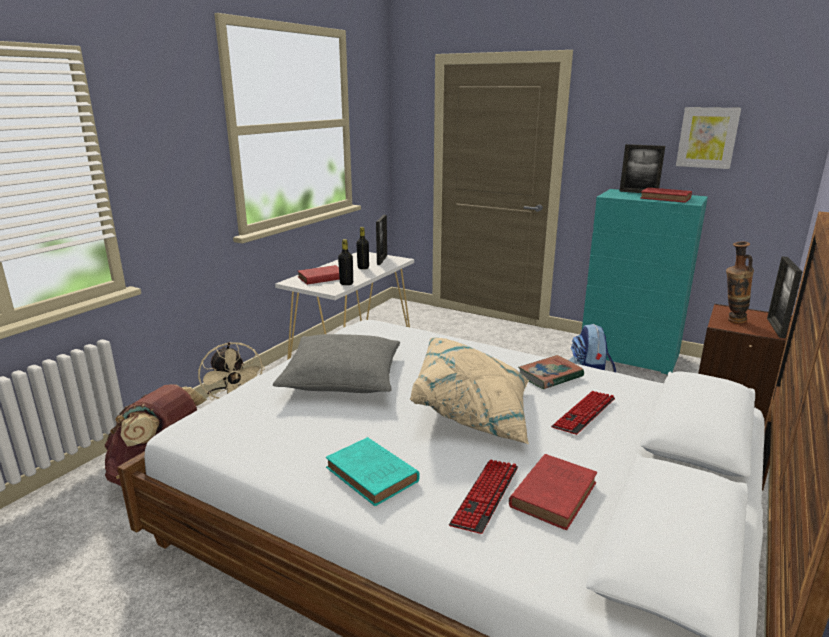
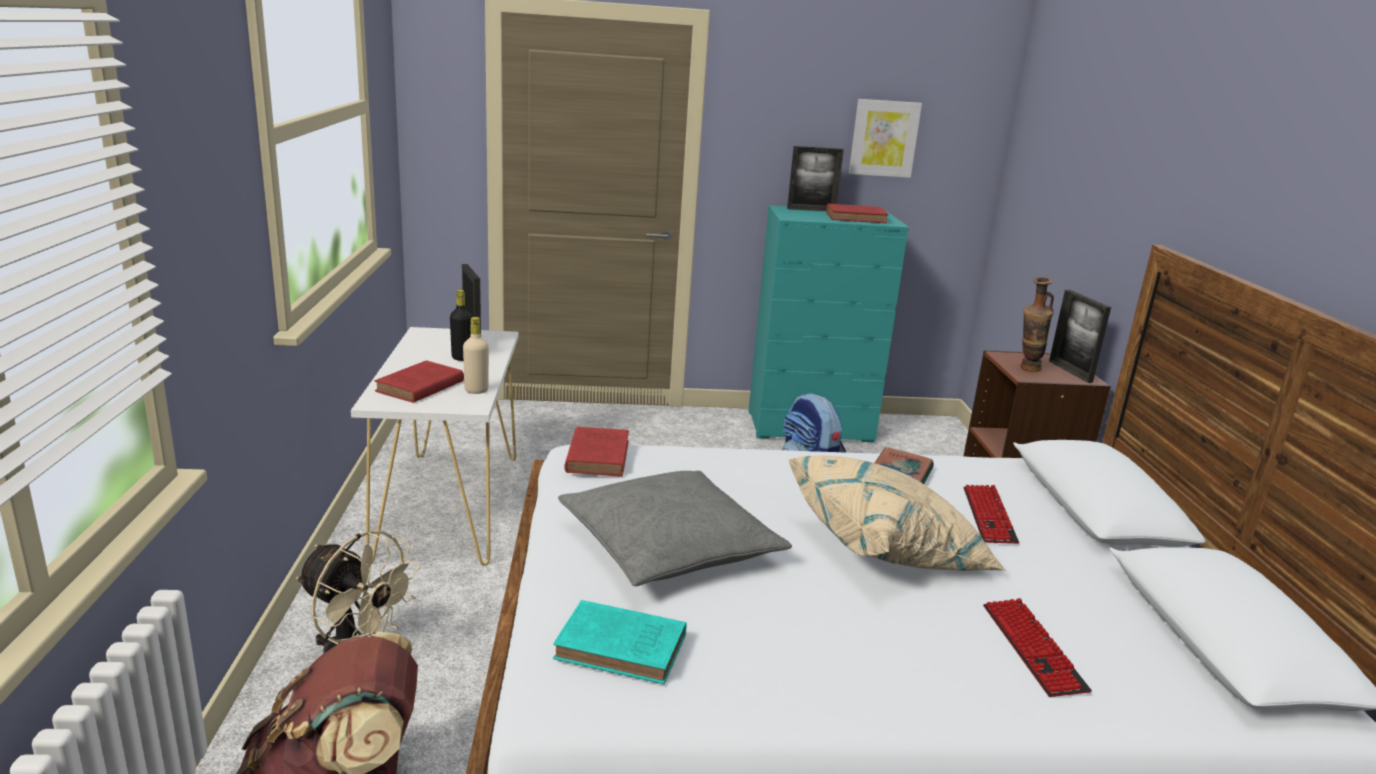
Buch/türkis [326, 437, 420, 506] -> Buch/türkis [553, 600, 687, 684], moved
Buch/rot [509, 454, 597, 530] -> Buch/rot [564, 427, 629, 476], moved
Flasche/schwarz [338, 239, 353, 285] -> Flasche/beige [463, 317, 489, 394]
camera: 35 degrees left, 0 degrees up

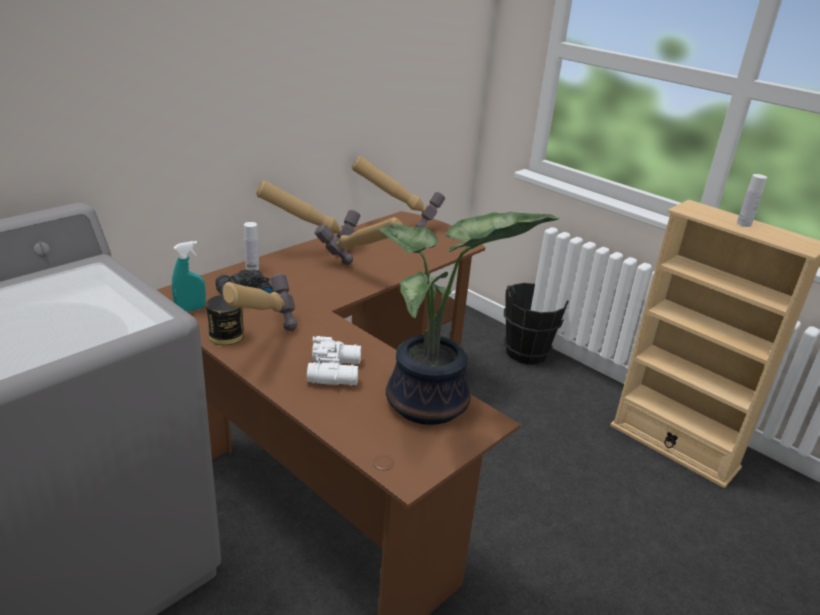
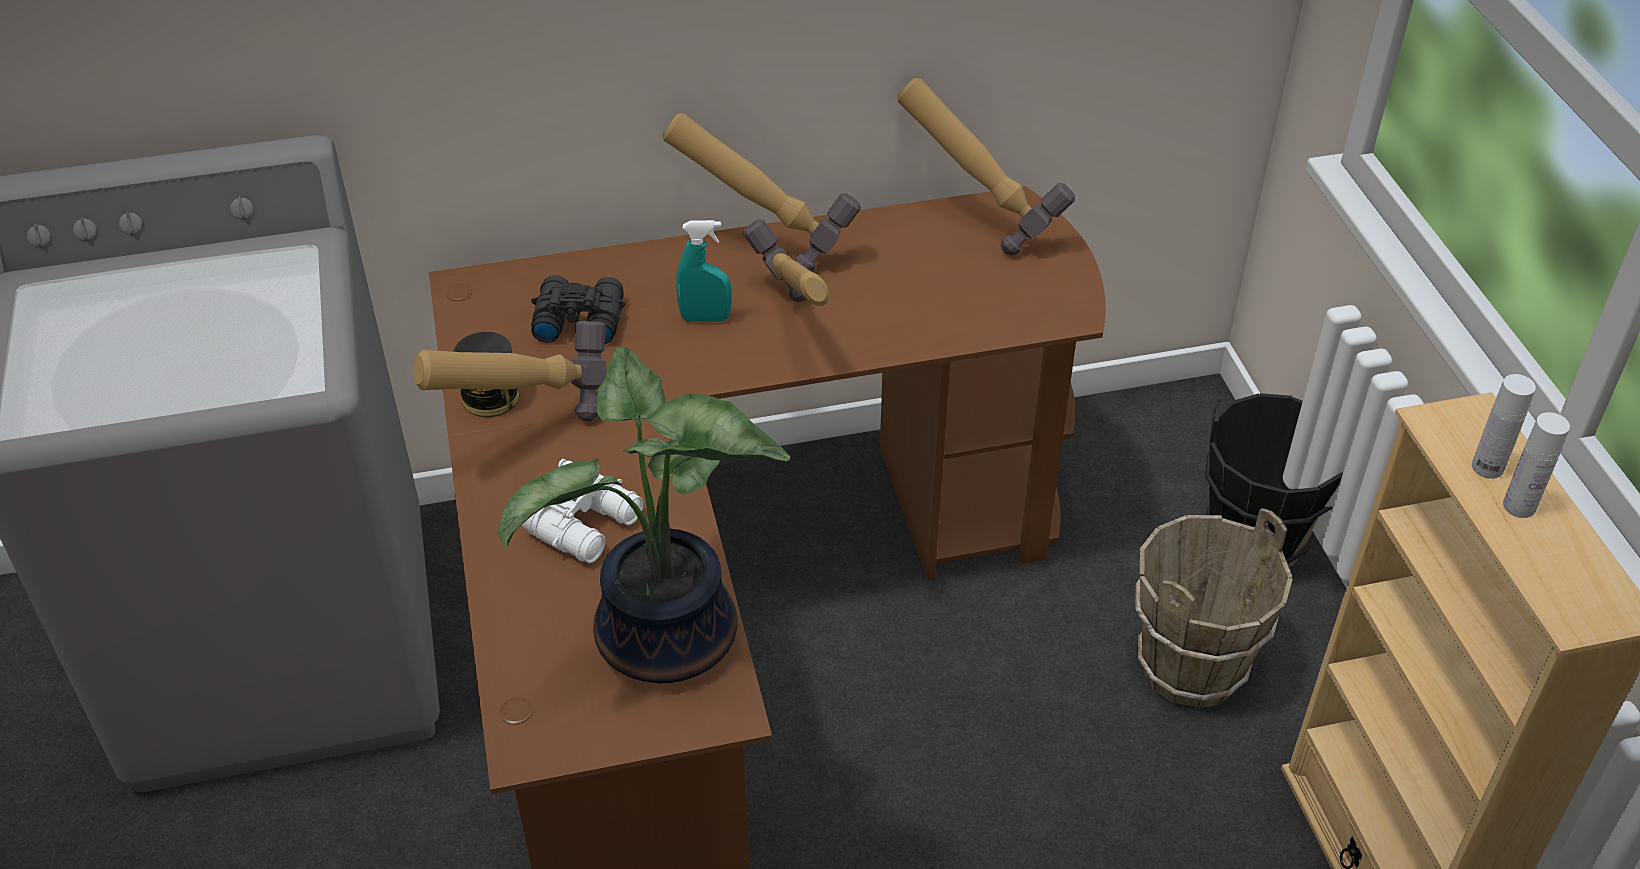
none -> Eimer/braun [1135, 508, 1293, 709]
Sprühflasche/türkis [172, 241, 206, 312] -> Sprühflasche/türkis [676, 220, 731, 322], moved
Flasche/weiß [244, 222, 259, 270] -> Flasche/weiß [1472, 374, 1536, 479], moved
camera: 35 degrees right, 15 degrees up

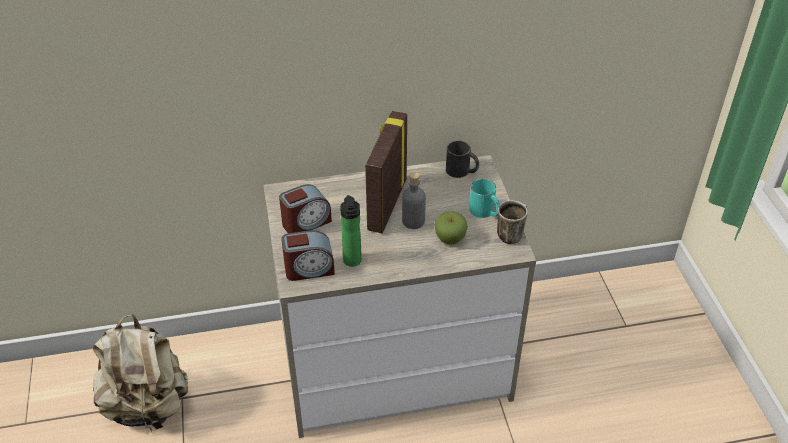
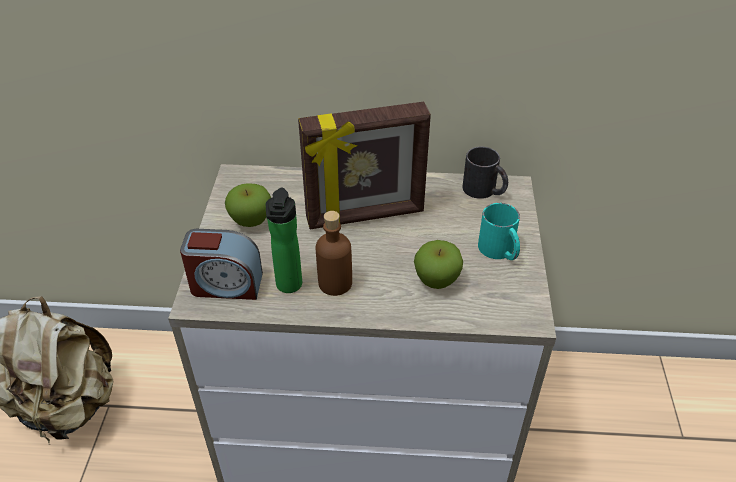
Flasche/grau [402, 172, 426, 229] -> none
Henkelbecher [497, 200, 528, 244] -> none
none -> Flasche/braun [315, 211, 352, 296]
Wecker [279, 184, 332, 233] -> Apfel [225, 183, 271, 227]
Bilderrahmen [365, 111, 407, 233] -> Bilderrahmen [298, 102, 431, 229], 135 degrees counterclockwise
camera: 15 degrees right, 0 degrees up

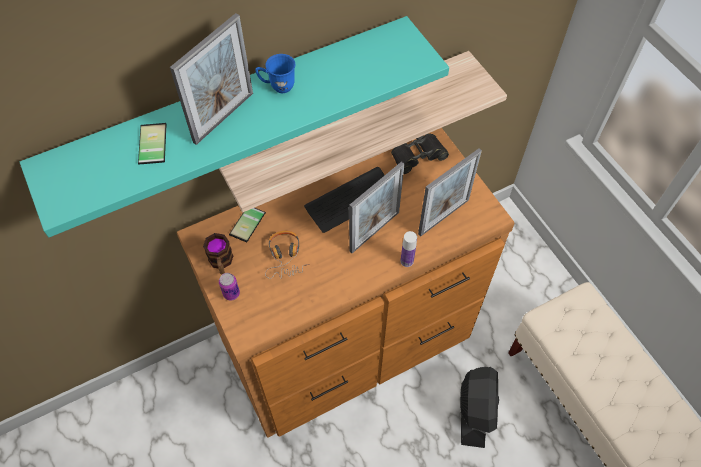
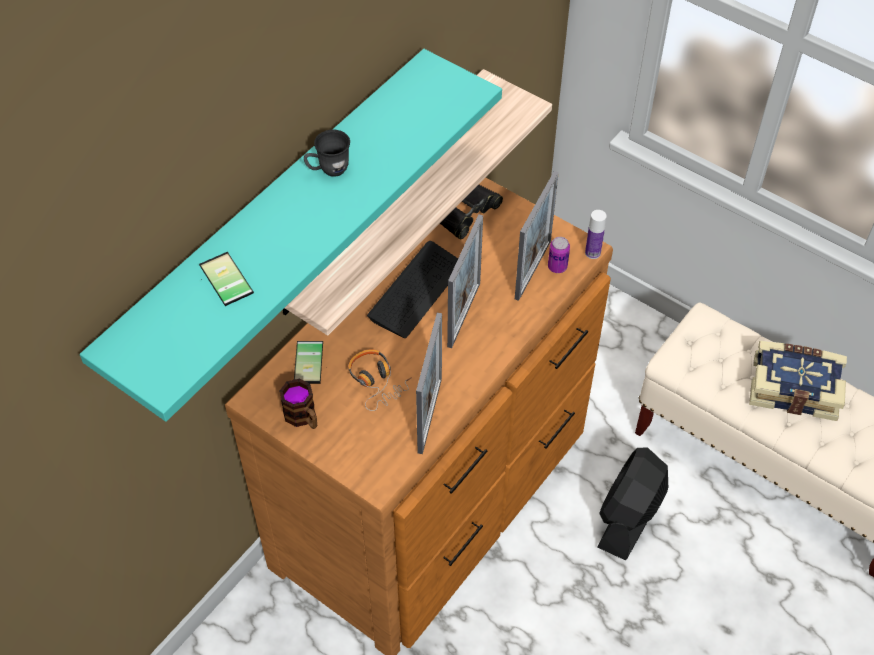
none -> Buch [749, 341, 847, 421]
Bilderrahmen [170, 13, 253, 145] -> Bilderrahmen [416, 313, 442, 454], moved
Dose [219, 273, 240, 301] -> Dose [548, 237, 570, 273], moved
Flasche [400, 231, 417, 267] -> Flasche [585, 210, 607, 259], moved
Henkelbecher/blau [255, 54, 296, 93] -> Henkelbecher/grau [304, 130, 350, 177]
Ventilator/schwarz [460, 367, 499, 448] -> Ventilator/schwarz [597, 447, 668, 561], 135 degrees counterclockwise
camera: 25 degrees left, 5 degrees down

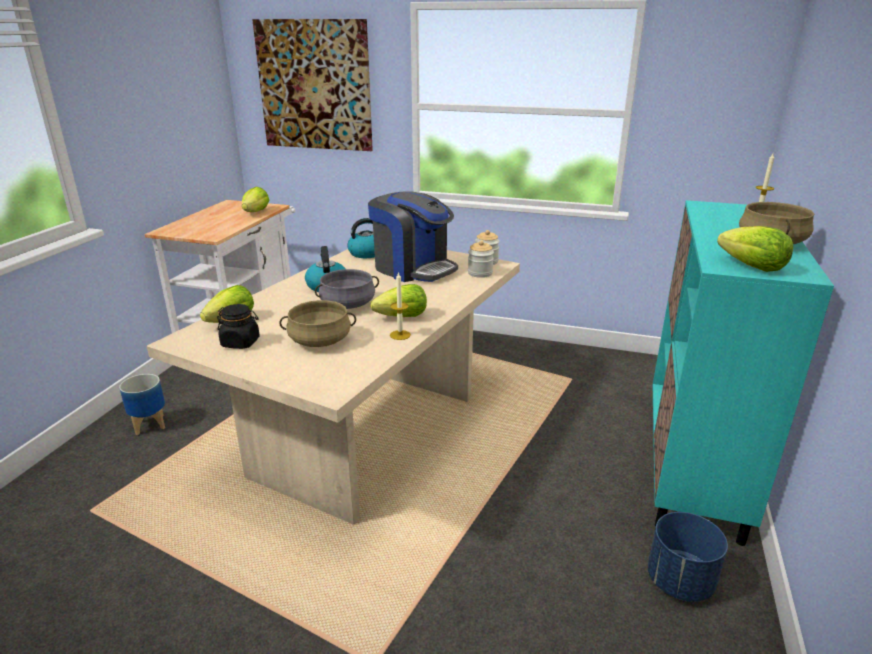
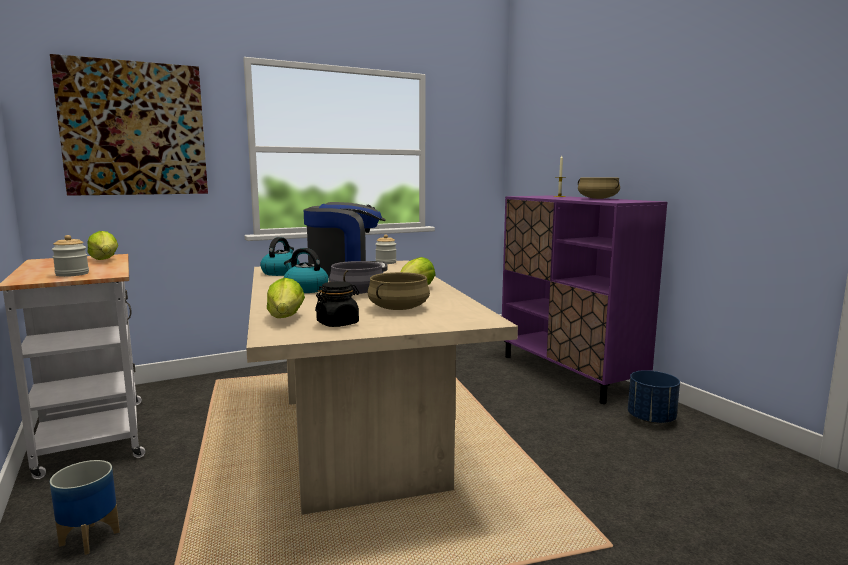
Kerze [390, 272, 411, 340] -> none
Salatkopf [717, 226, 793, 272] -> none
Vorratsglas [468, 240, 494, 278] -> Vorratsglas [52, 235, 89, 277], moved
Schrank/türkis [653, 200, 834, 546] -> Schrank/lila [502, 195, 667, 404]
camera: 45 degrees left, 15 degrees down

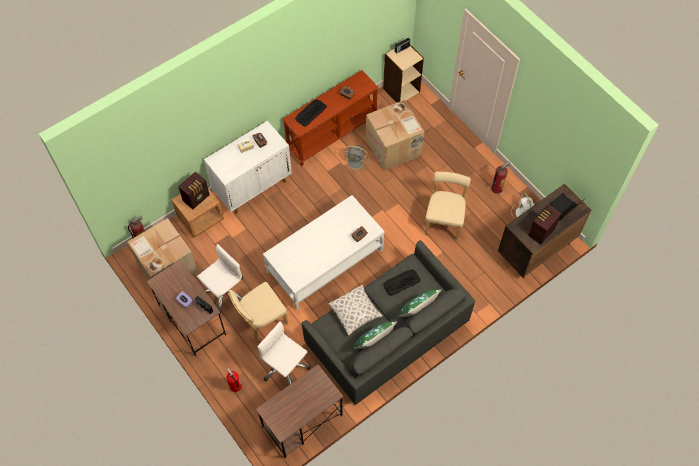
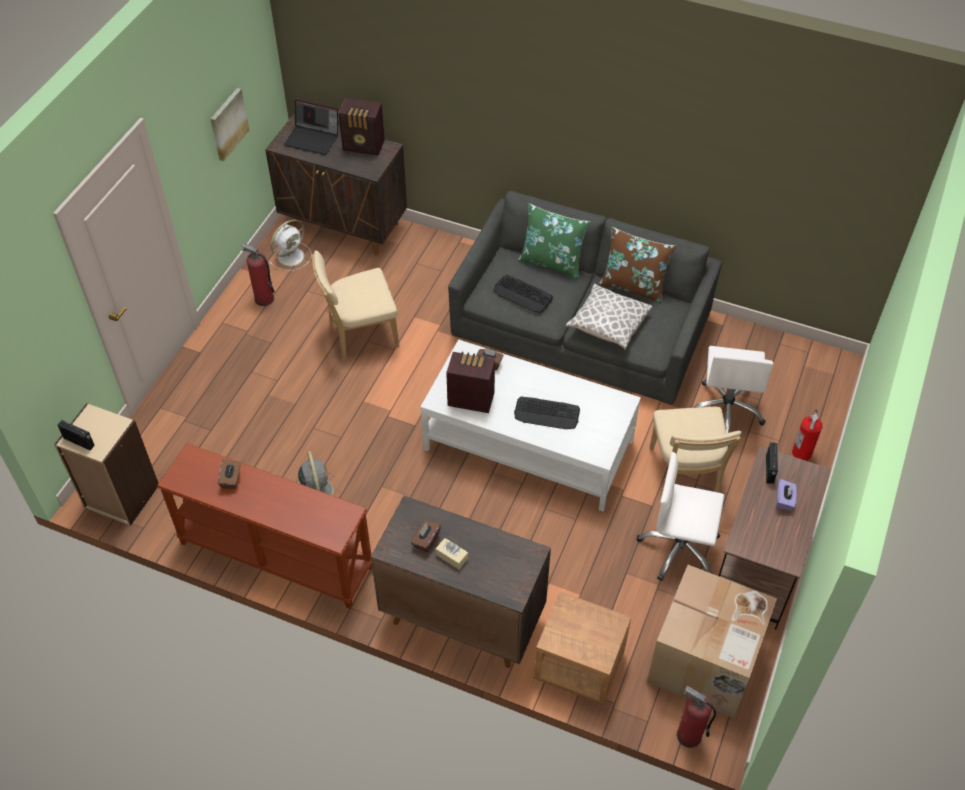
Schreibtisch/braun [256, 364, 344, 458] -> none
Karton [366, 100, 424, 171] -> none
none -> Bild [211, 88, 249, 161]
Radio [178, 171, 210, 209] -> Radio [446, 352, 495, 413], moved
Tastatur [295, 99, 327, 127] -> Tastatur [514, 397, 580, 429], moved
Schrank/weiß [204, 121, 292, 214] -> Schrank/braun [371, 496, 551, 668]
Kissen/grün [353, 321, 397, 349] -> Kissen/braun [599, 227, 676, 304]
Stuhl/beige [228, 282, 288, 342] -> Stuhl/beige [650, 407, 742, 497], 60 degrees clockwise
camera: 120 degrees left, 10 degrees down

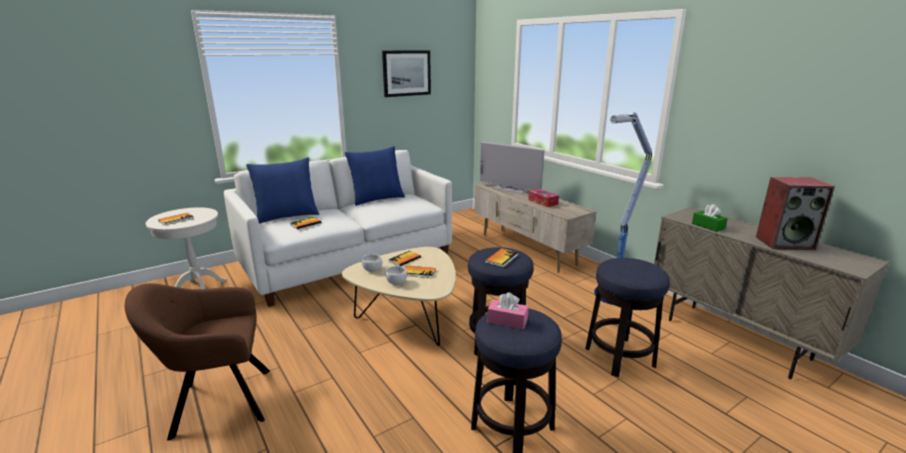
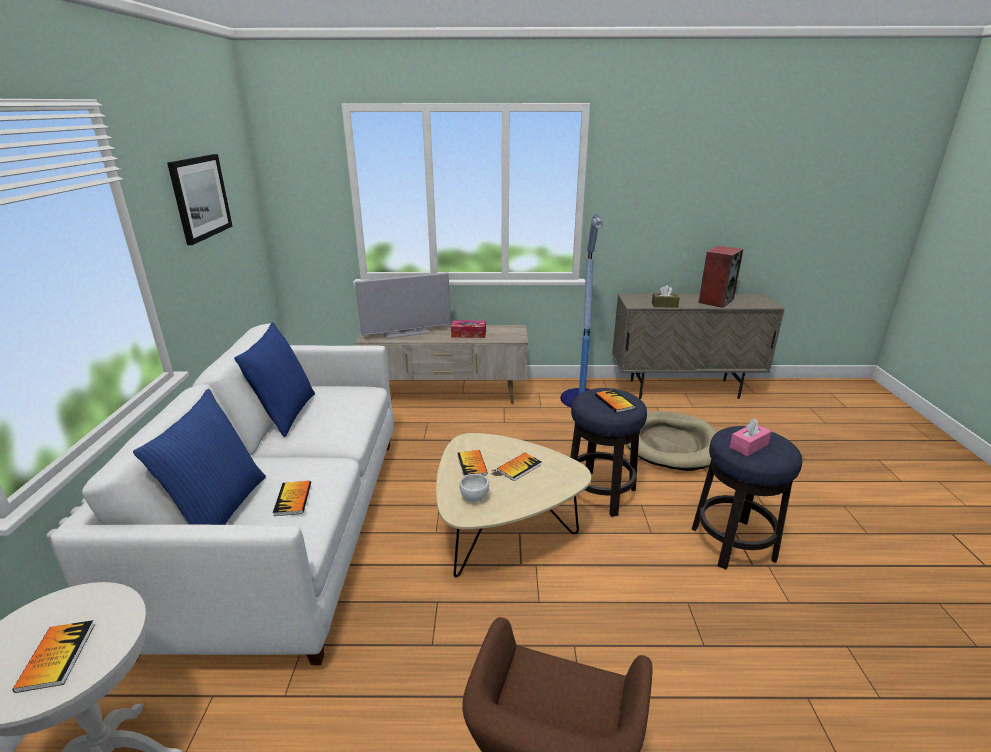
Schüssel/weiß [385, 266, 407, 285] -> none
Hocker [585, 258, 670, 377] -> Hundebett/beige [627, 411, 717, 471]
Taschentuchbox/grün [692, 204, 728, 232] -> Taschentuchbox/braun [652, 285, 680, 308]
camera: 55 degrees left, 5 degrees up

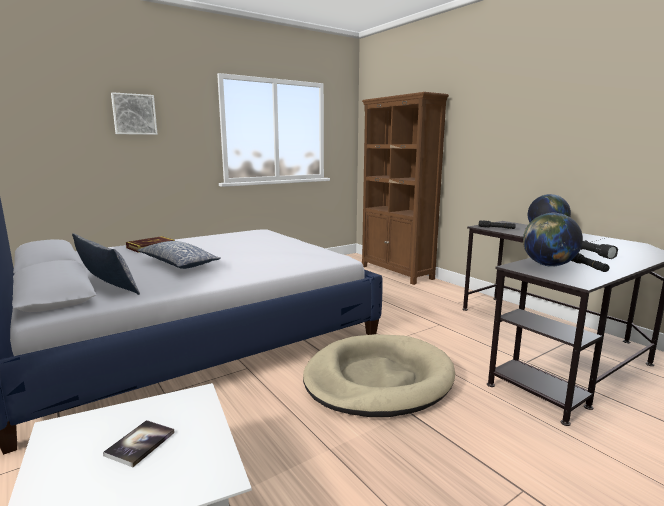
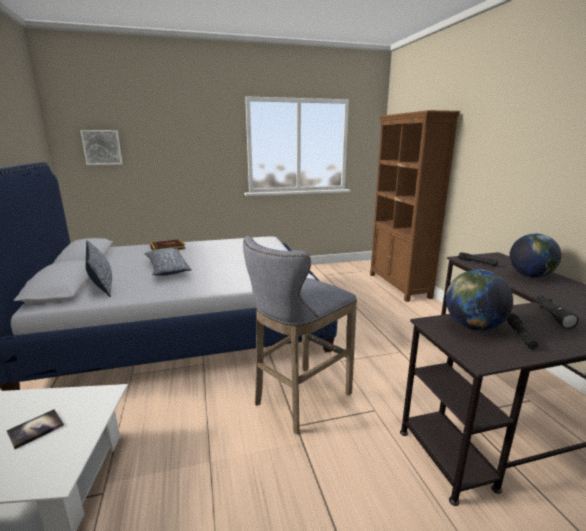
Bild [111, 92, 158, 135] -> Bild [81, 130, 122, 165], moved
Hundebett/beige [303, 334, 455, 417] -> Hocker/grau [243, 236, 357, 434]
camera: 20 degrees right, 5 degrees up

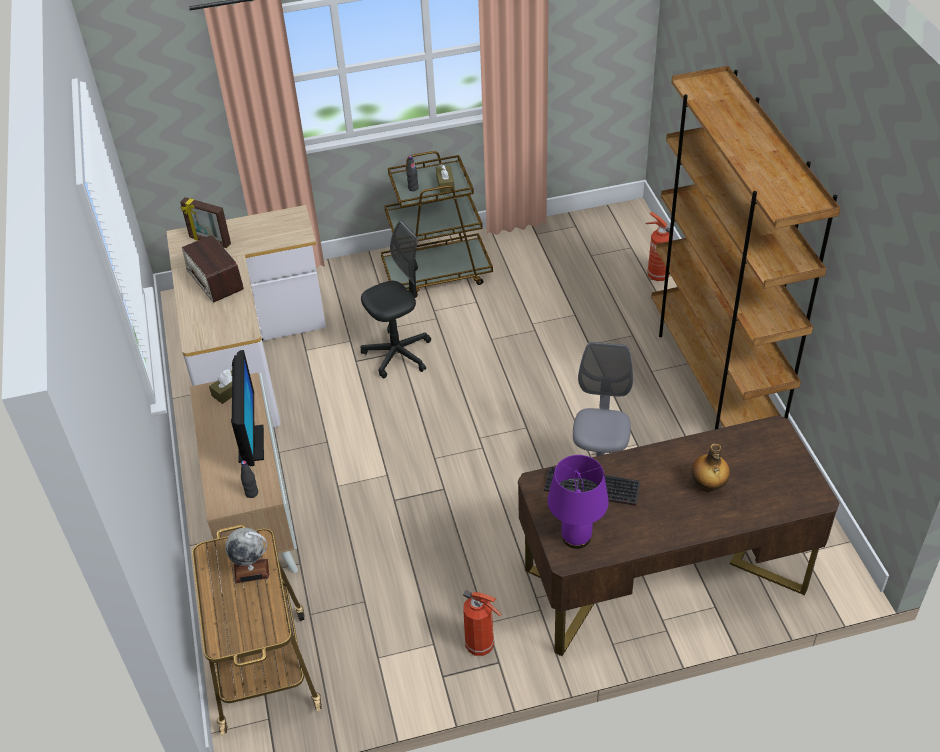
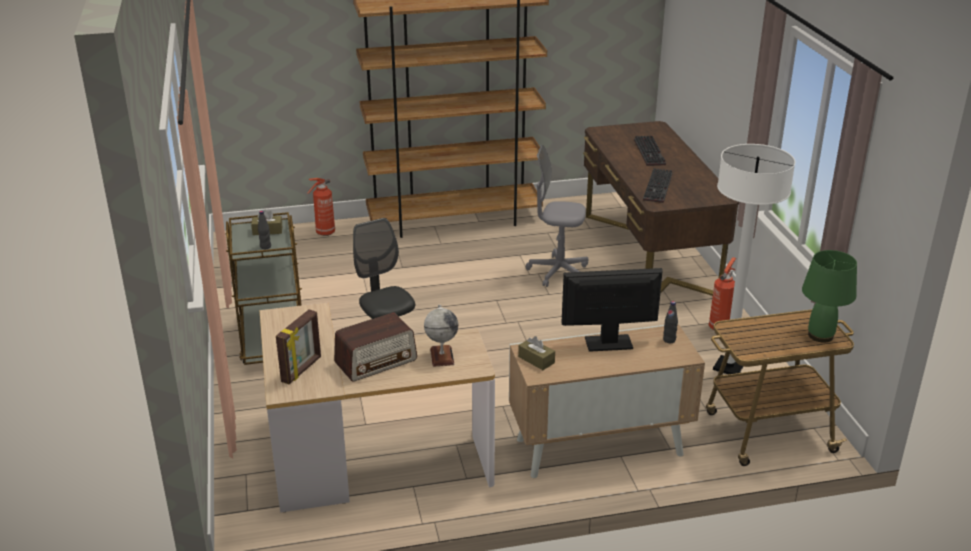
Tischlampe/lila [548, 455, 609, 549] -> none
none -> Stehlampe/weiß [713, 144, 795, 374]
none -> Tischlampe/grün [802, 250, 857, 343]
Globus [225, 528, 269, 584] -> Globus [424, 305, 458, 367], moved
Flasche [692, 443, 730, 492] -> Tastatur [634, 136, 666, 166]
camera: 90 degrees left, 15 degrees down

